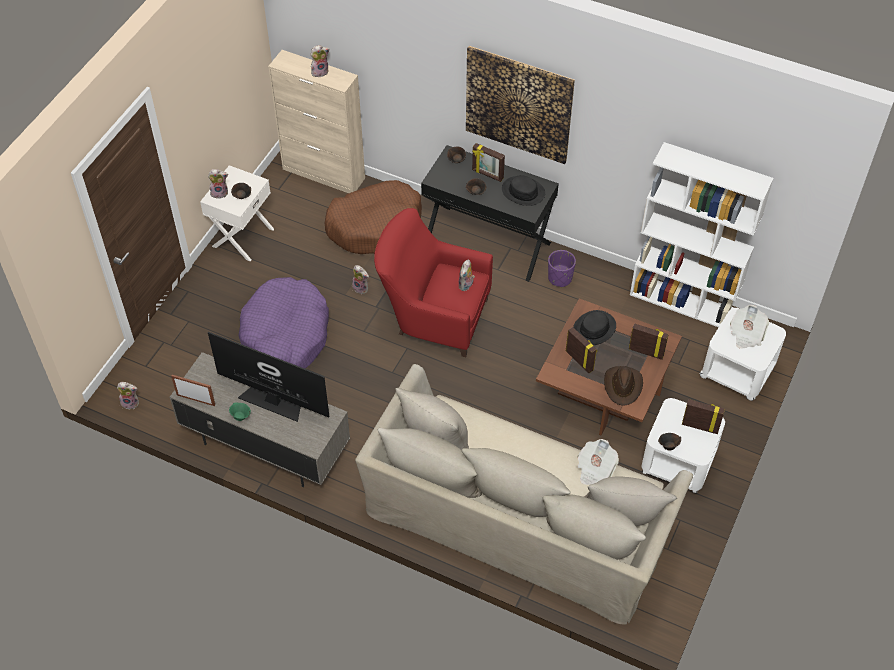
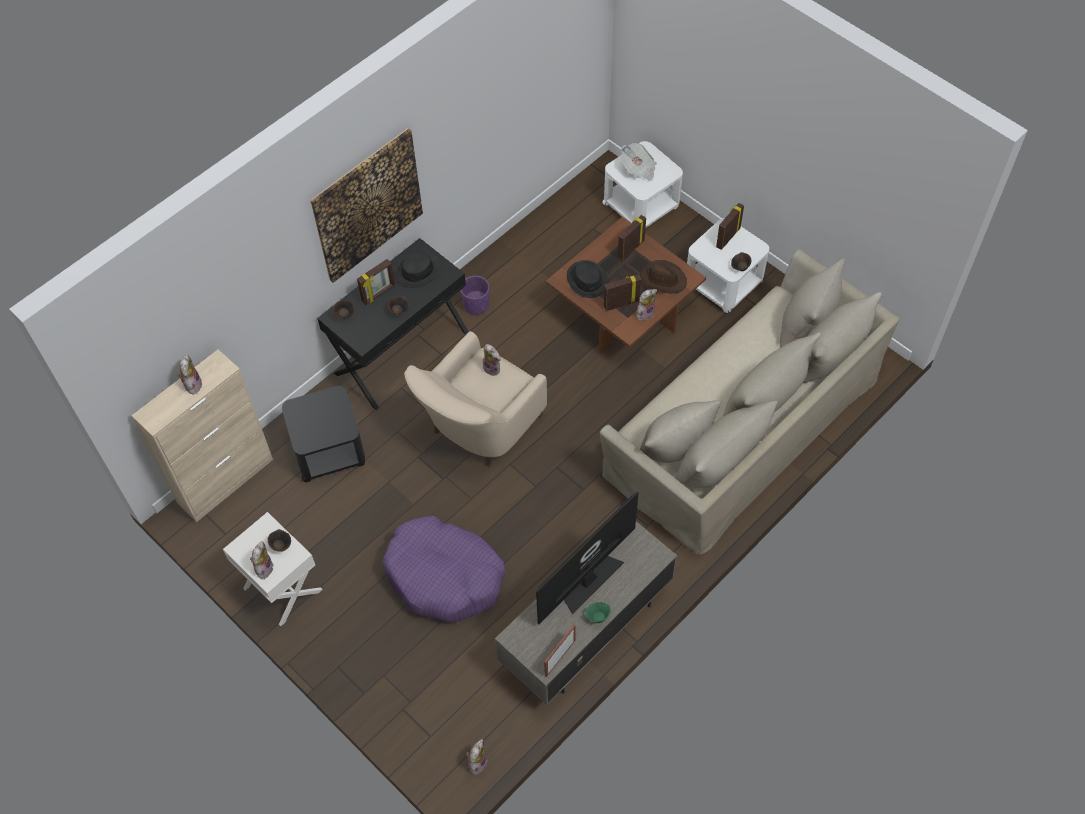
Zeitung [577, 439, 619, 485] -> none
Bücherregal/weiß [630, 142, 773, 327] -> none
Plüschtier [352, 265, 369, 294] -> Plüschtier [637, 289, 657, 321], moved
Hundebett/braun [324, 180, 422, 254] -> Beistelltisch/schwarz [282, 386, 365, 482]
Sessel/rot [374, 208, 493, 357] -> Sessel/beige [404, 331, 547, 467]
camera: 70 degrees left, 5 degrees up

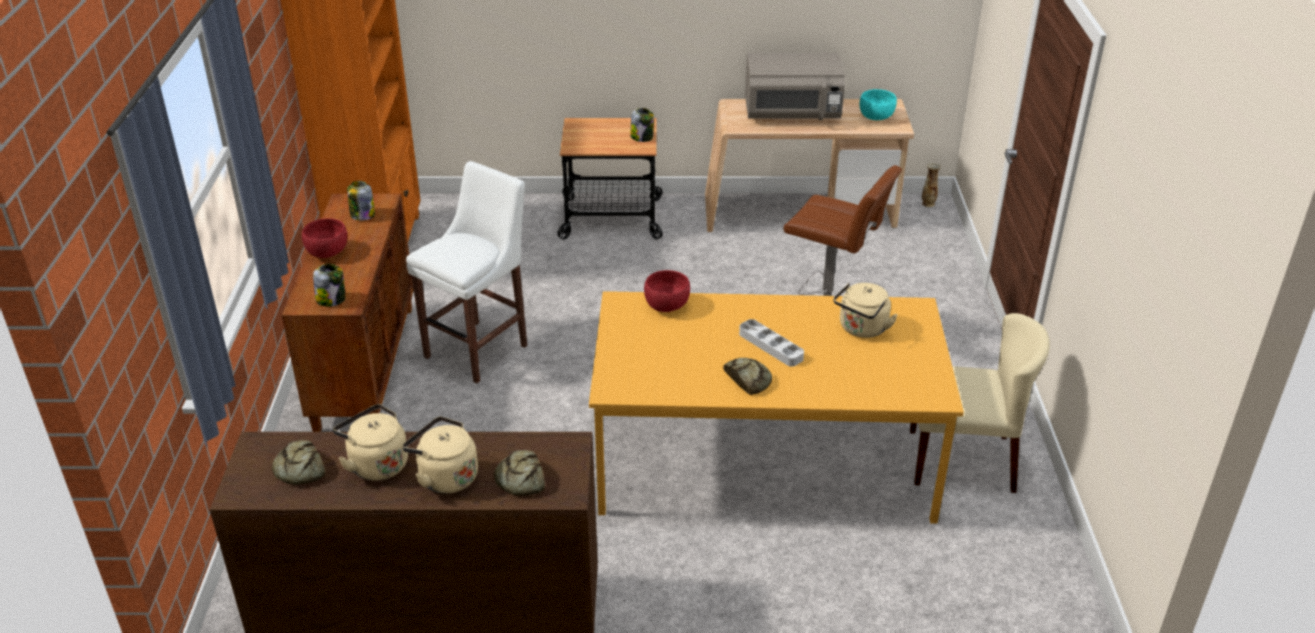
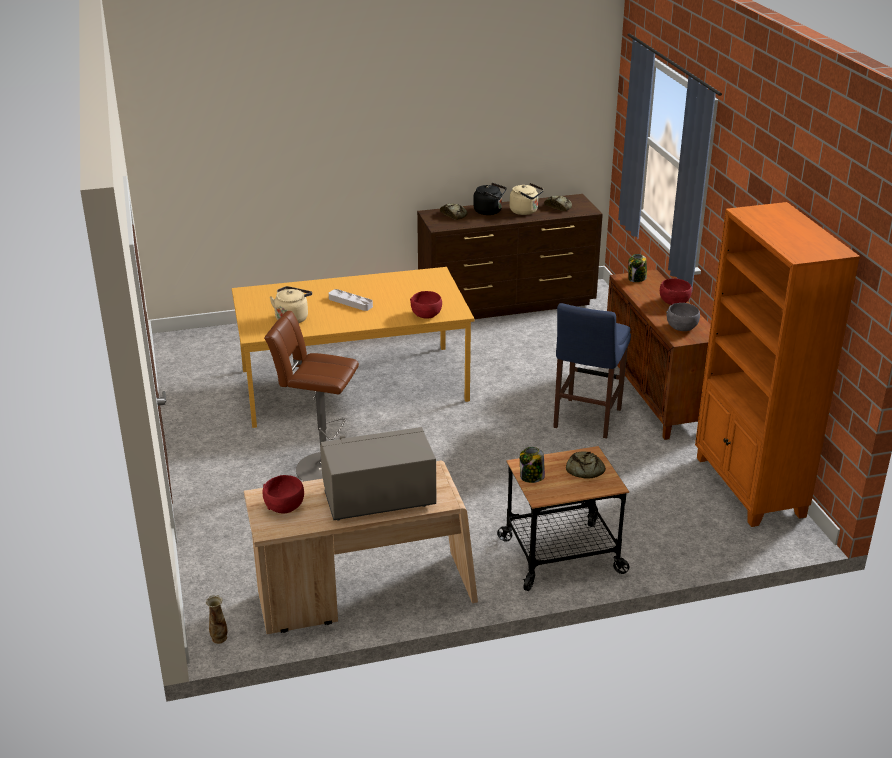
Stuhl/beige [910, 313, 1050, 493] -> none
Brot [723, 358, 772, 395] -> Brot [566, 451, 606, 479], moved
Vorratsglas [347, 181, 375, 221] -> Schüssel/grau [666, 303, 700, 331]
Wasserkessel/beige [402, 416, 478, 494] -> Wasserkessel/schwarz [473, 183, 507, 215]
Hocker/weiß [406, 161, 527, 384] -> Hocker/blau [553, 303, 631, 438]
Schüssel/türkis [860, 89, 897, 120] -> Schüssel/rot [263, 475, 304, 514]
camera: 165 degrees right, 5 degrees down

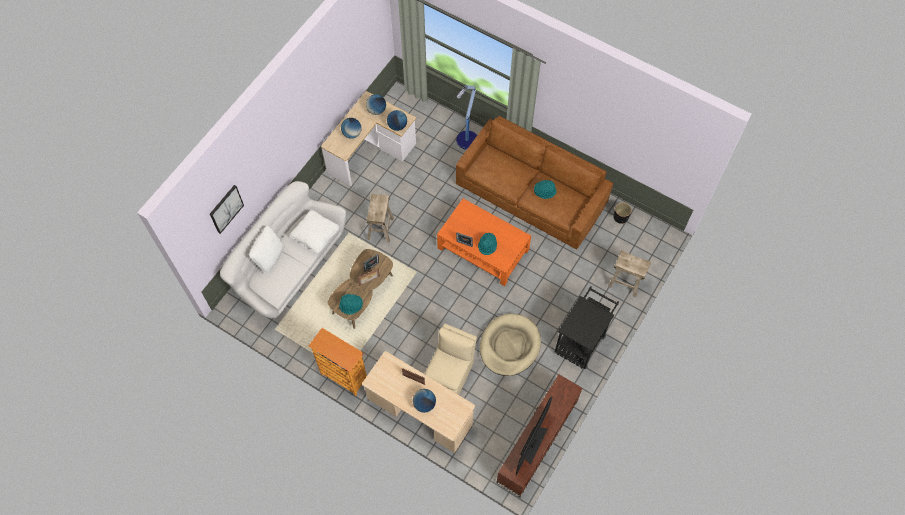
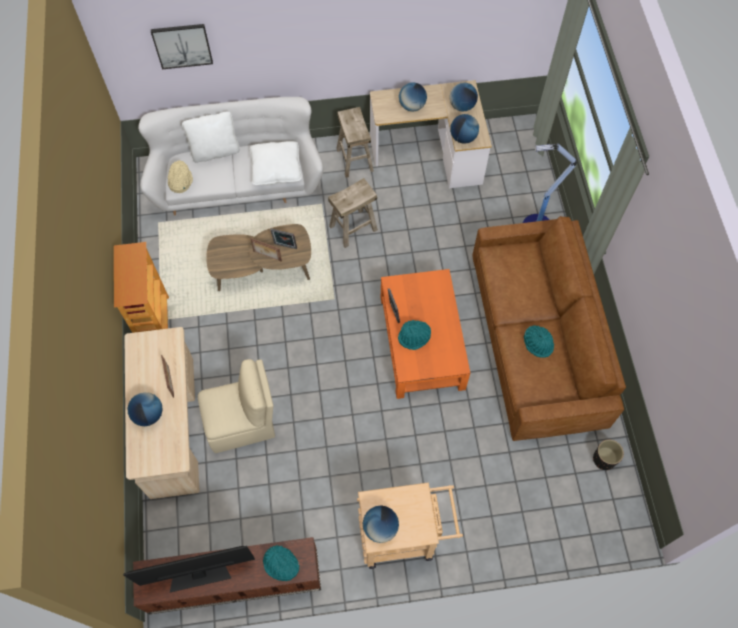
Hundebett/beige [480, 314, 541, 376] -> none
none -> Hut/beige [168, 160, 193, 193]
none -> Globus [363, 505, 399, 543]
Hut/türkis [339, 294, 363, 315] -> Hut/türkis [263, 545, 300, 581], moved
Hocker/beige [608, 250, 651, 297] -> Hocker/beige [336, 107, 374, 178], moved
Rollwagen/schwarz [554, 286, 619, 369] -> Rollwagen/beige [357, 482, 463, 569]
camera: 50 degrees right, 0 degrees up

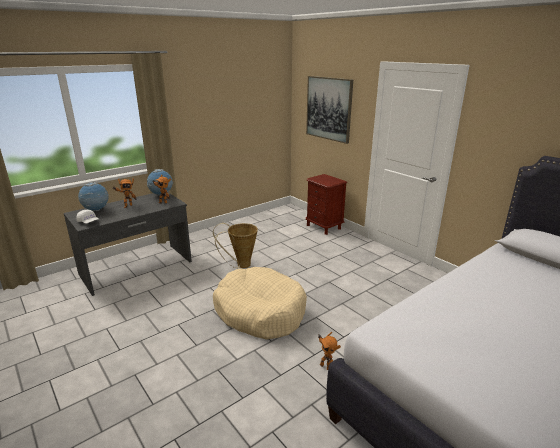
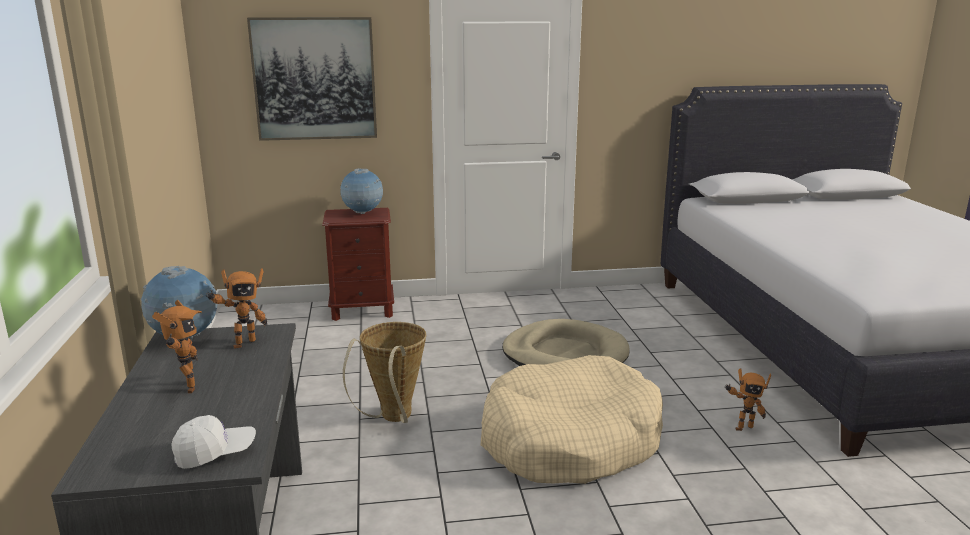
none -> Hundebett/beige [502, 319, 630, 366]
Globus [78, 182, 109, 211] -> Globus [340, 168, 383, 214], moved
camera: 60 degrees left, 5 degrees down

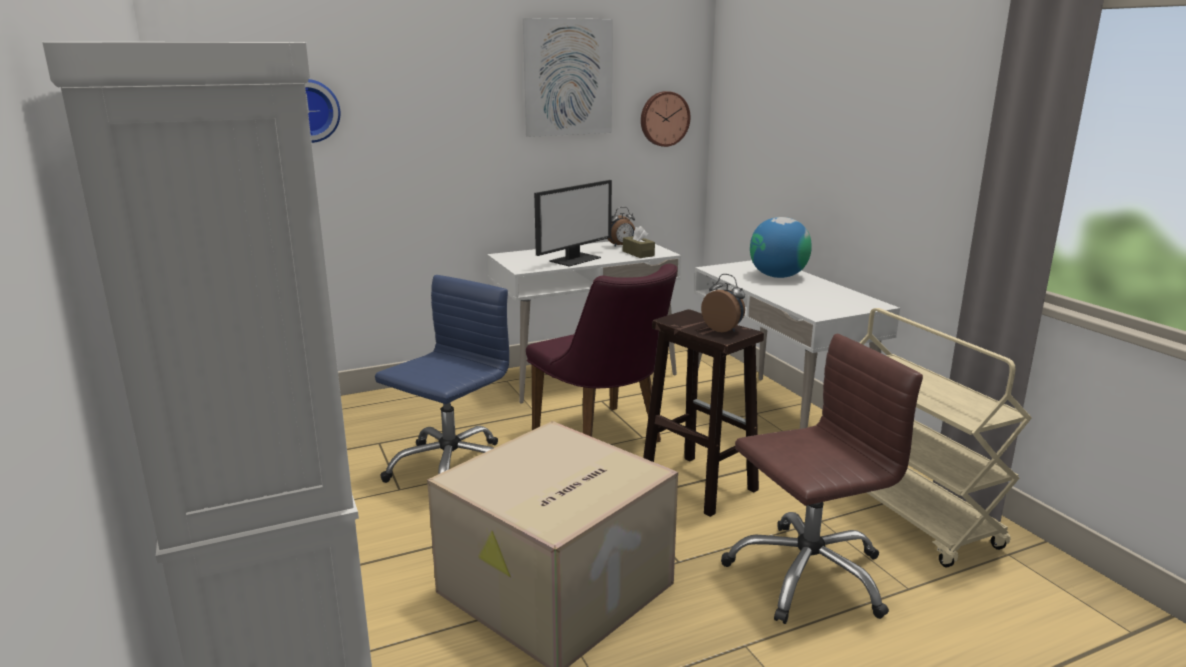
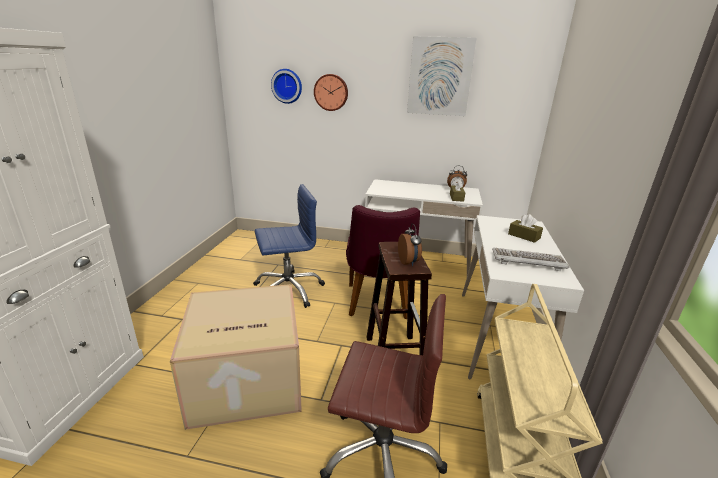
Monitor [534, 180, 612, 267] -> none
none -> Tastatur [492, 248, 569, 271]
Wanduhr [641, 91, 690, 147] -> Wanduhr [314, 74, 348, 111], moved
Globus [750, 217, 812, 278] -> Taschentuchbox/braun [508, 214, 543, 243]
camera: 35 degrees right, 5 degrees up

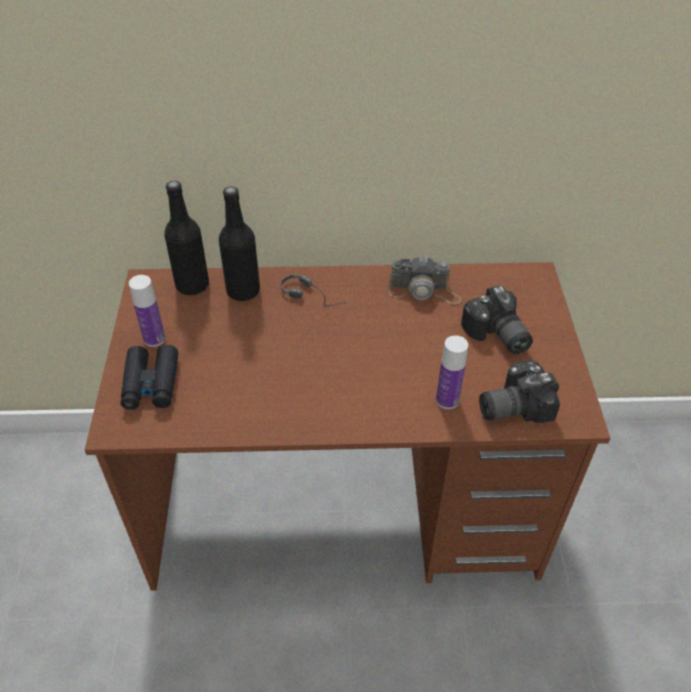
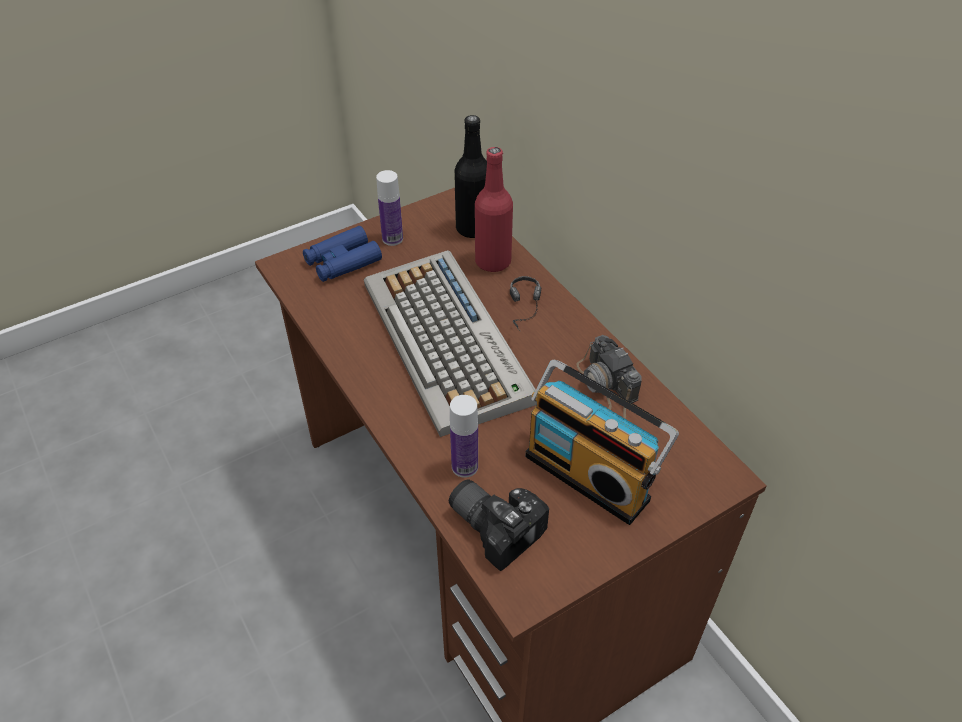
none -> Tastatur [364, 250, 537, 437]
Kamera [461, 285, 533, 354] -> Radio [525, 360, 679, 525]
Fernglas/schwarz [120, 345, 178, 410] -> Fernglas/blau [303, 226, 382, 282]
Flasche/schwarz [219, 186, 260, 301] -> Flasche/rot [475, 147, 513, 272]
camera: 60 degrees right, 0 degrees up

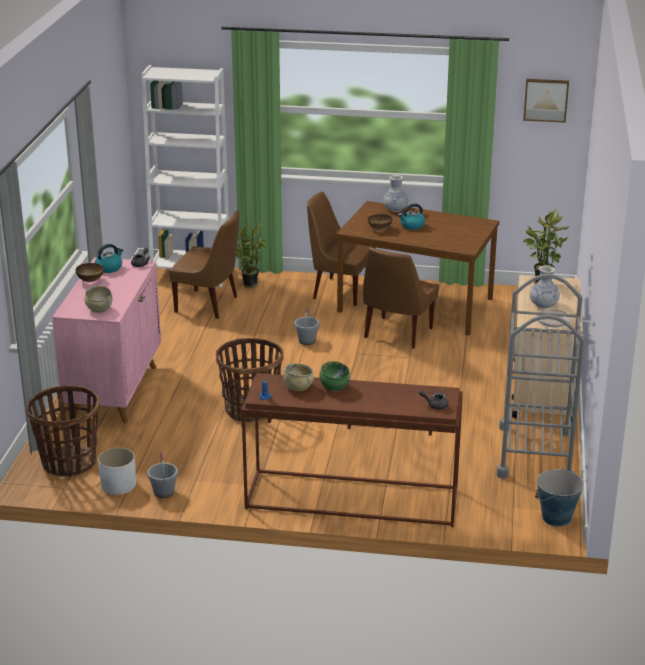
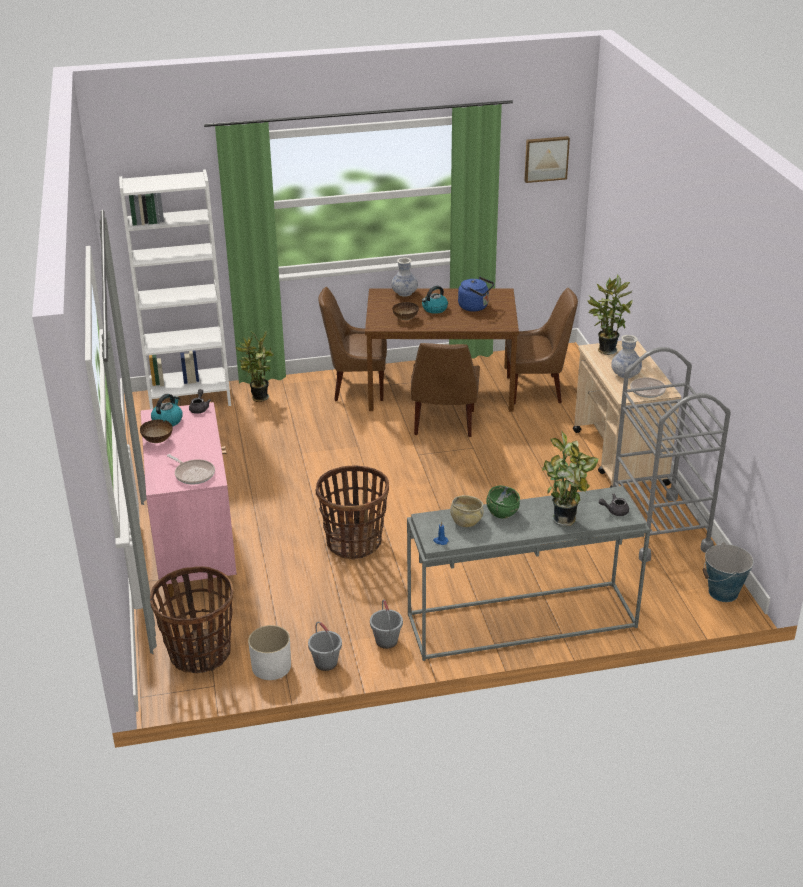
none -> Wasserkessel/blau [458, 277, 494, 312]
none -> Topfpflanze [542, 430, 599, 526]
Stuhl/braun [169, 210, 240, 319] -> Stuhl/braun [506, 288, 578, 405], moved
Eimer/grau [295, 307, 319, 345] -> Eimer/grau [370, 599, 403, 649], moved
Schüssel/beige [84, 285, 113, 313] -> Pfanne [167, 454, 215, 485]
Konsolentisch/braun [242, 373, 463, 527] -> Konsolentisch/grau [407, 486, 650, 661]
camera: 20 degrees left, 5 degrees up

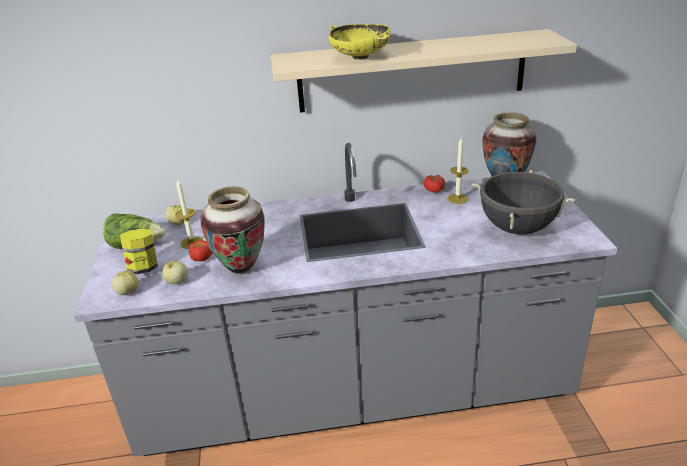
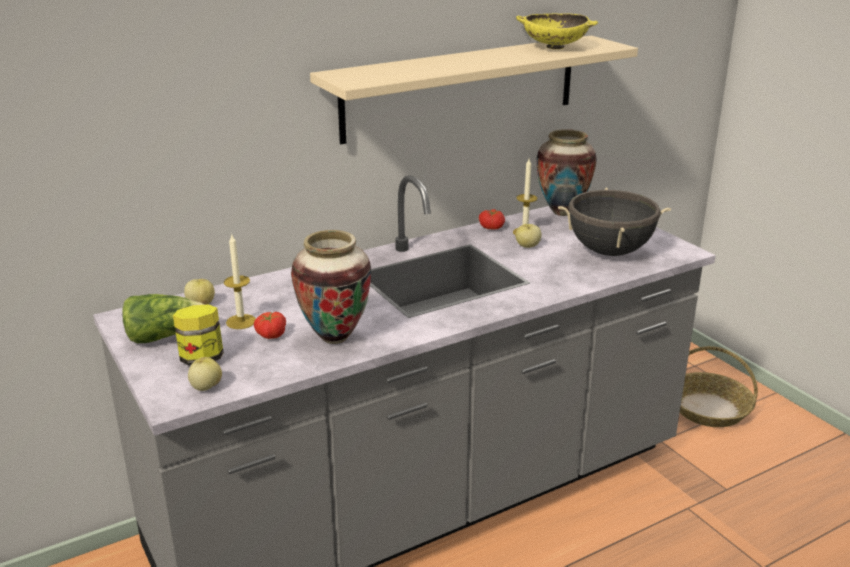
none -> Korb [680, 346, 758, 427]
Apfel [162, 261, 188, 284] -> Apfel [515, 224, 541, 248], moved
Schüssel/gelb [329, 24, 391, 60] -> Schüssel/gelb [516, 14, 598, 49], moved
camera: 25 degrees left, 5 degrees down

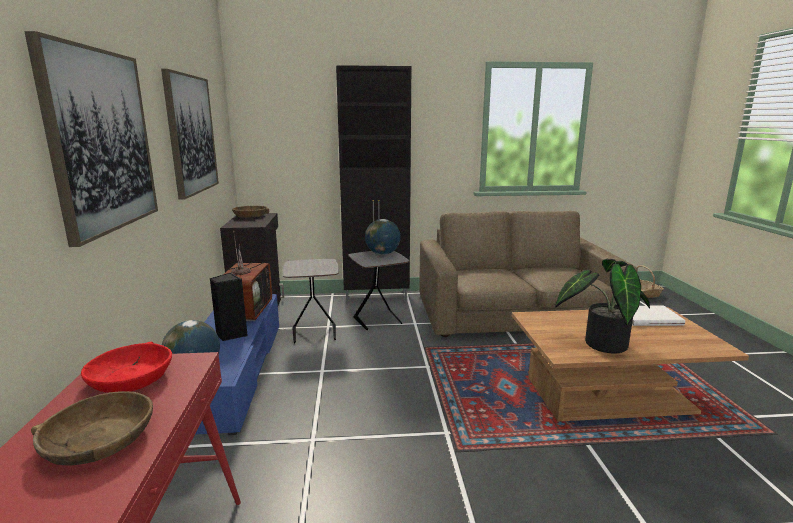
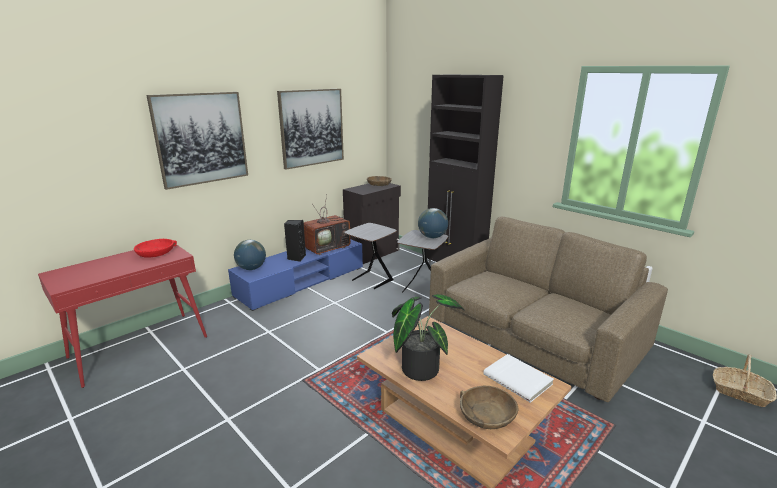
Schüssel/braun [31, 391, 153, 465] -> Schüssel/braun [460, 386, 519, 429], moved
camera: 50 degrees right, 5 degrees up

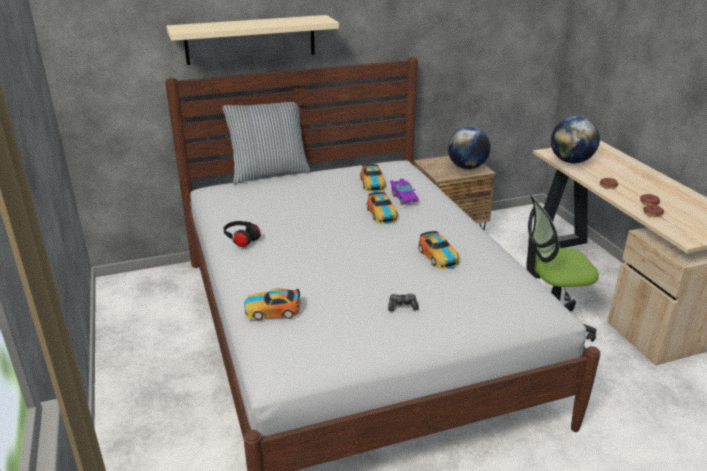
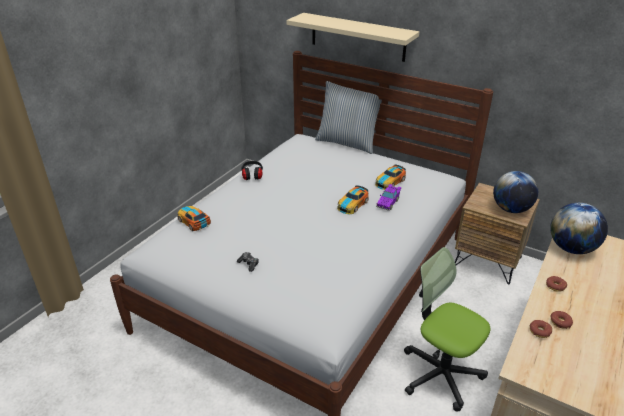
Spielzeugauto [418, 231, 459, 269] -> none
camera: 50 degrees right, 5 degrees up

